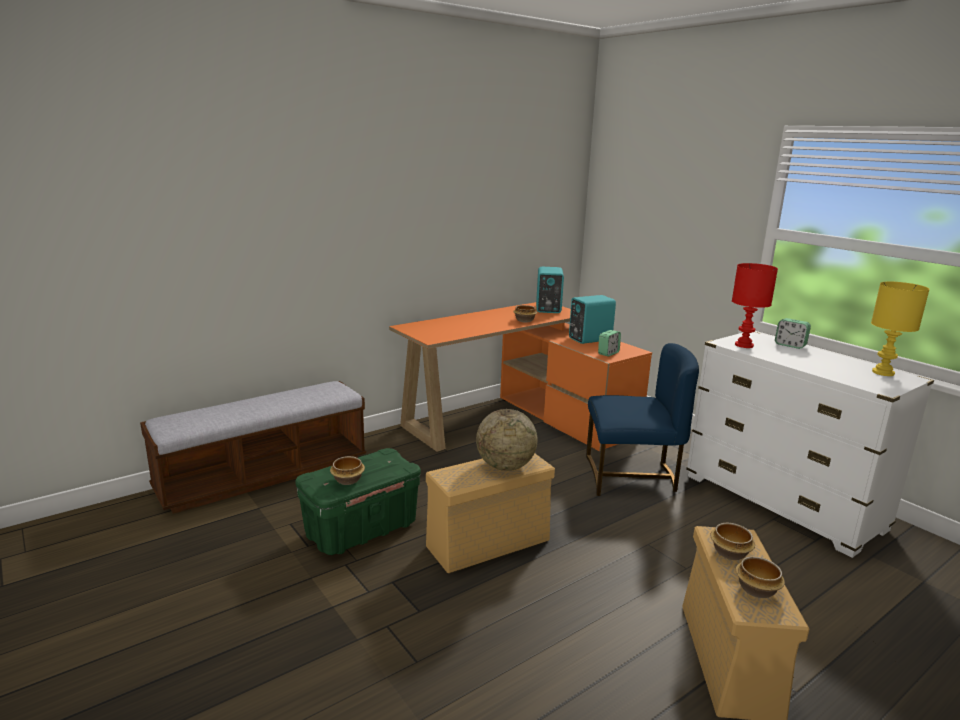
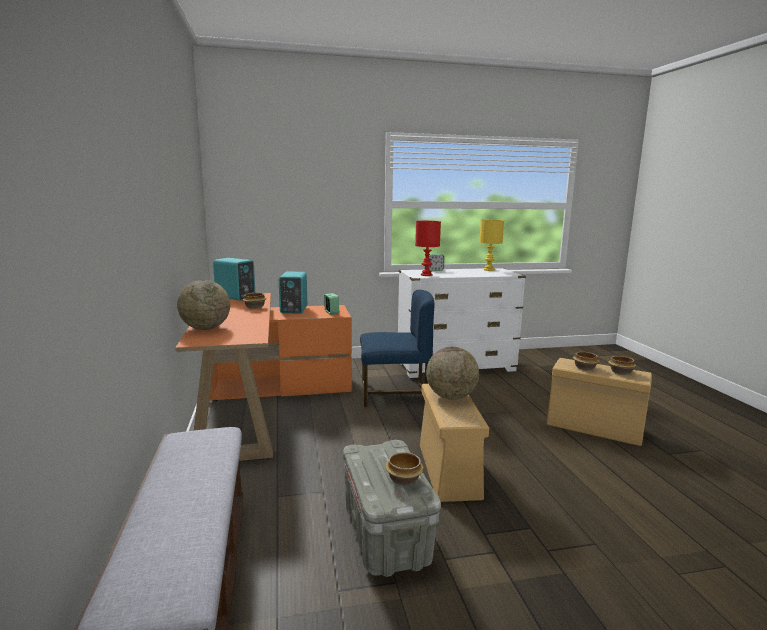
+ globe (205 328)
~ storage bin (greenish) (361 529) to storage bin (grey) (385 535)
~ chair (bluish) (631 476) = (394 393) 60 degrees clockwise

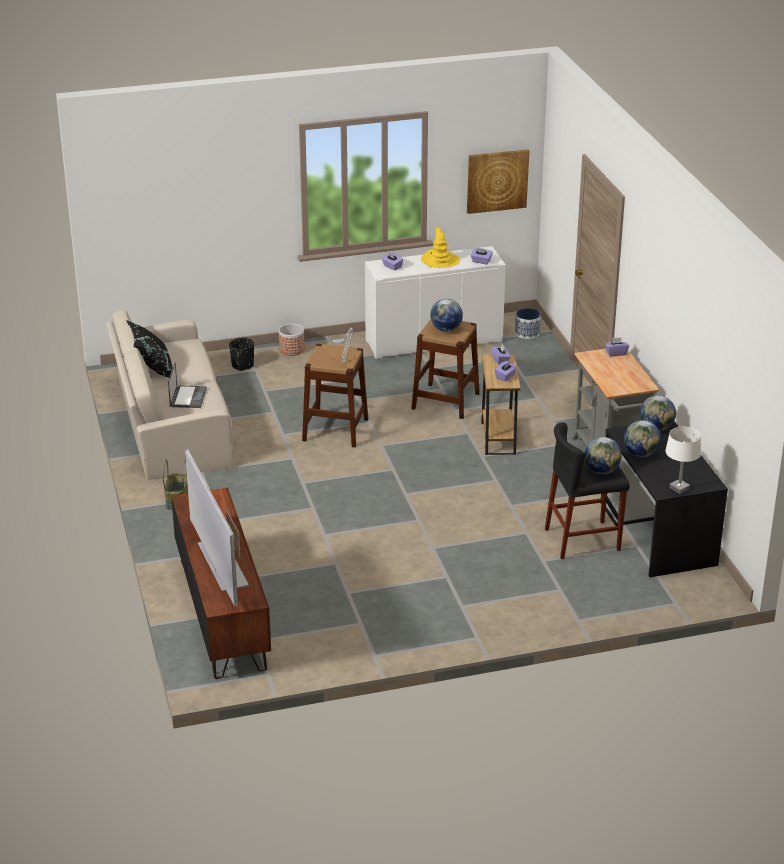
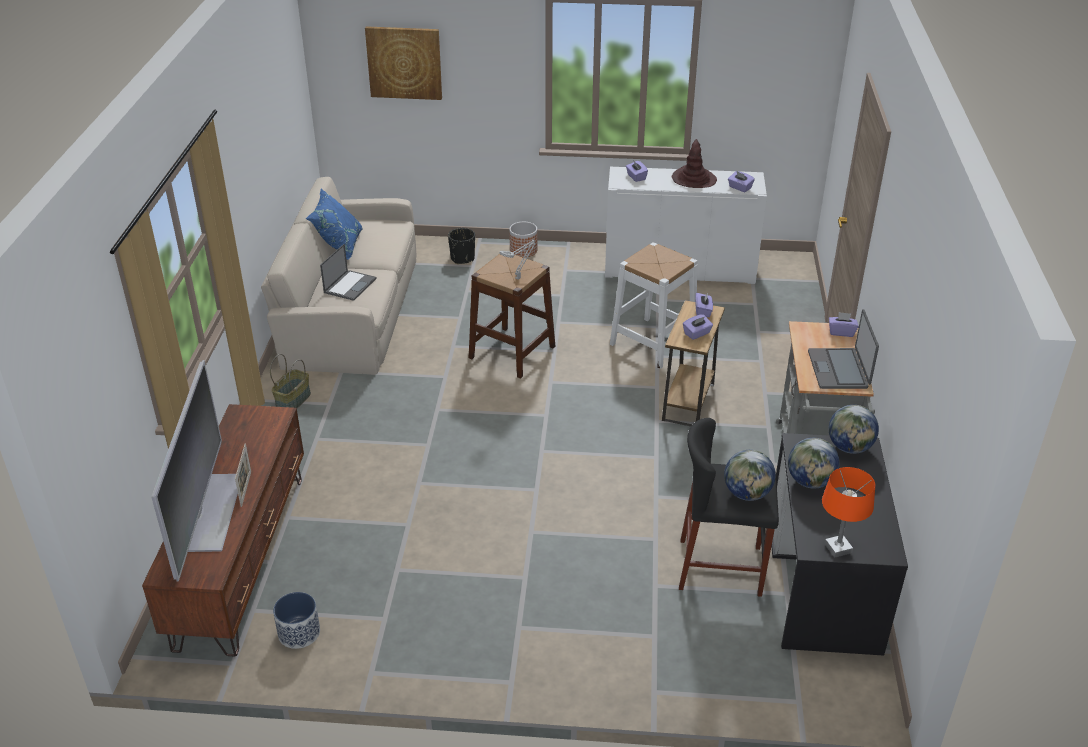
- globe (446 329)
+ notebook computer (839 369)
~ wall picture (497 180) to (404 62)
~ planter (527 333) to (298 633)
~ throw pillow (black-coloured) (151 368) to throw pillow (bluish) (338 245)
~ stool (brown) (445 401) to stool (whitish) (653 342)
~ wearable hat (yellow-coloured) (440 260) to wearable hat (brown) (693 179)
~ tabletop lamp (whitish) (679 488) to tabletop lamp (orange-coloured) (837 548)

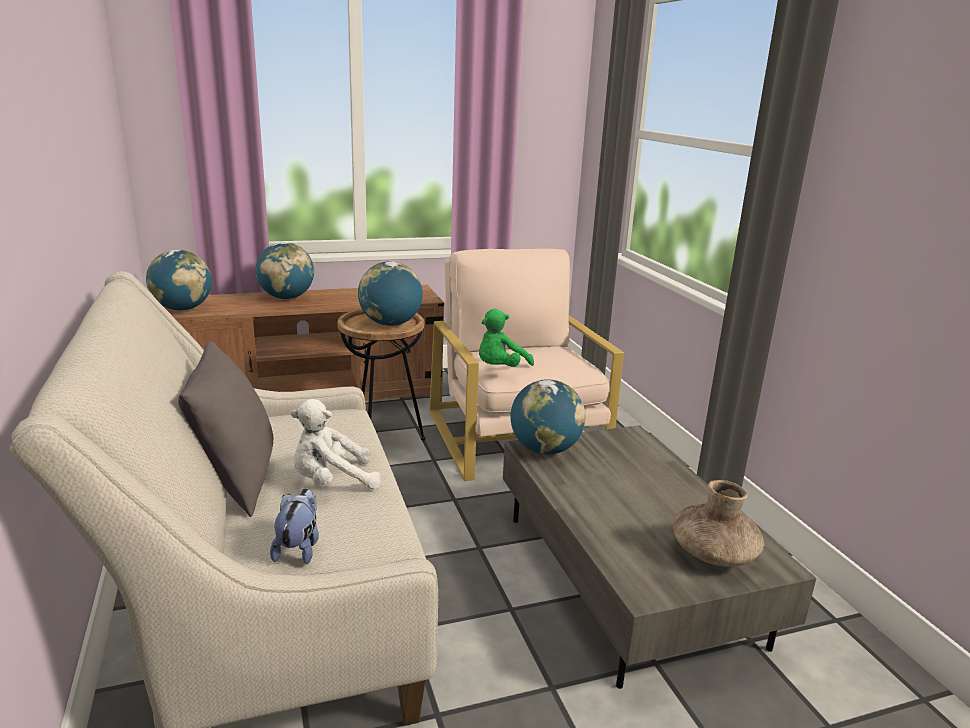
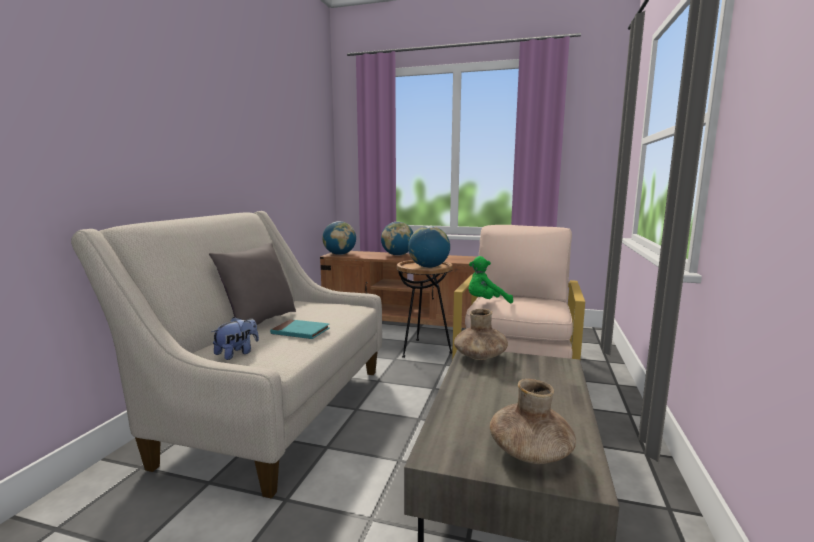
~ plush toy (whitish) (332 482) to book (turquoise-coloured) (300 332)
~ globe (544 449) to decorative vase (brown) (479 356)

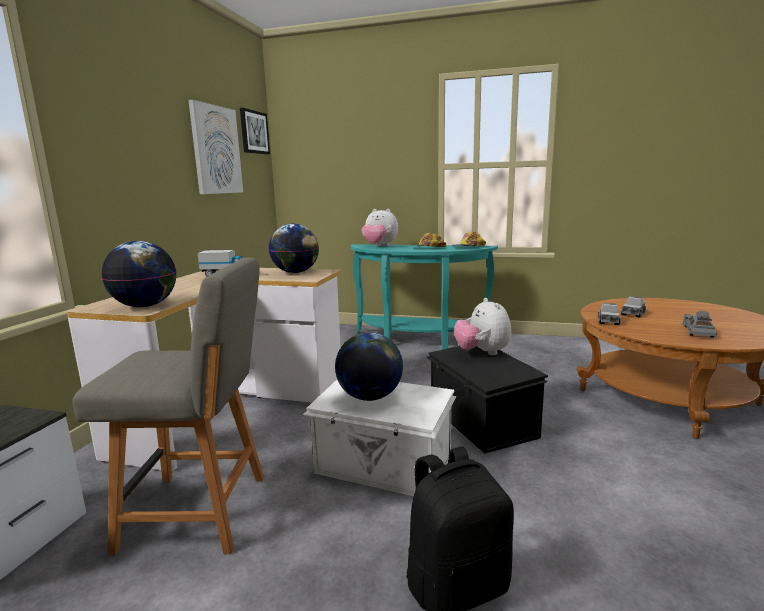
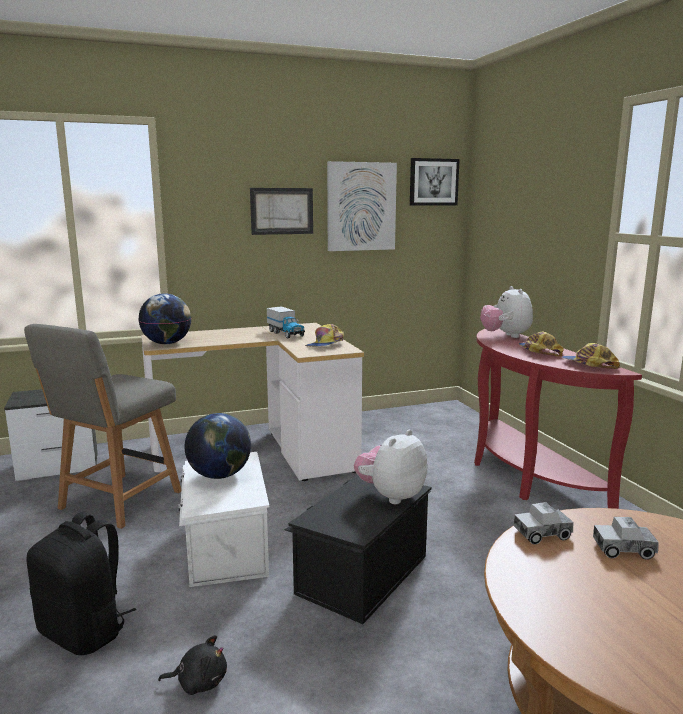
- miniature car (grey) (698 331)
+ plush toy (black-coloured) (199 682)
+ wall picture (282 211)
~ globe (295 272) to peaked cap (325 344)
~ console table (turquoise-coloured) (418 341) to console table (red-coloured) (523 476)
~ chair (grey) (200 512) = (117 502) 60 degrees clockwise

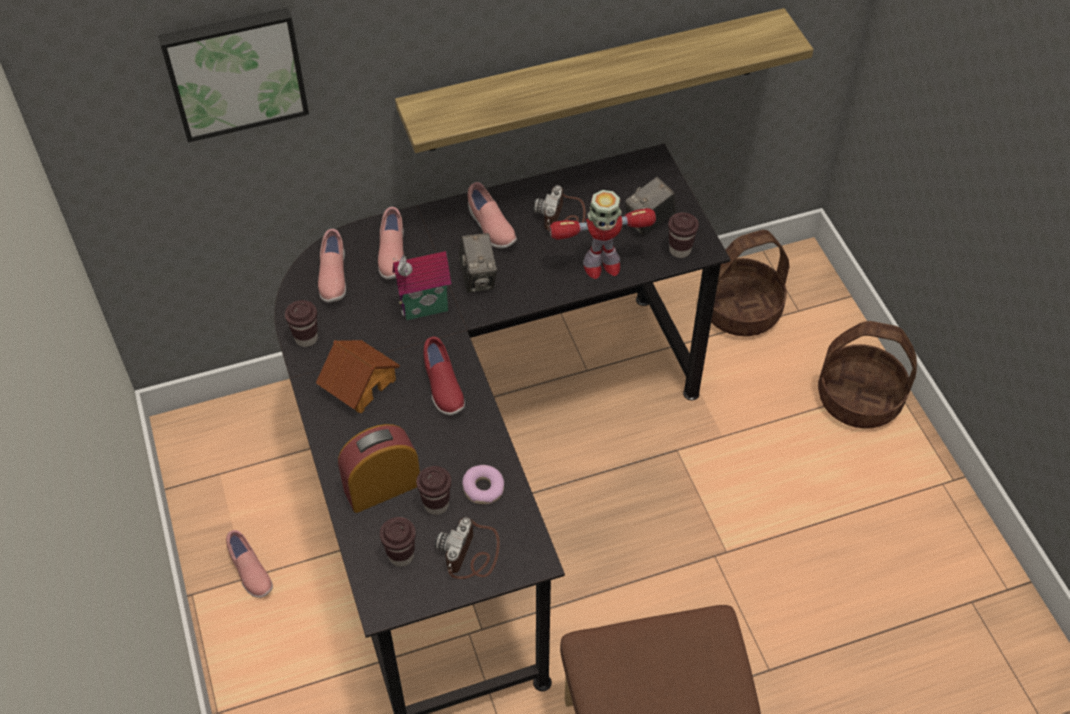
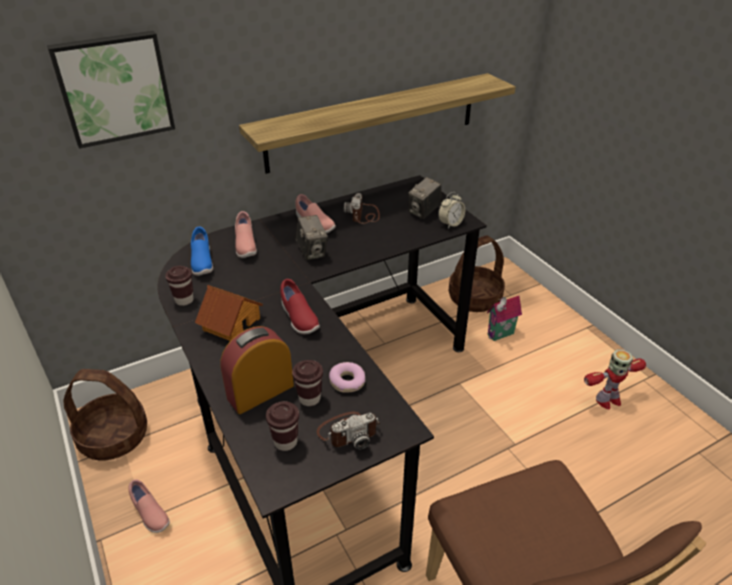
~ model house (425 311) to (501 335)
~ model robot (601 265) to (607 400)
~ household basket (859 398) to (114 436)
~ cup (brown) (680 250) to table clock (450 224)
~ item of footwear (pinkish) (333 278) to item of footwear (bluish) (202 263)
~ photo camera (471 554) = (348 432) 120 degrees counterclockwise

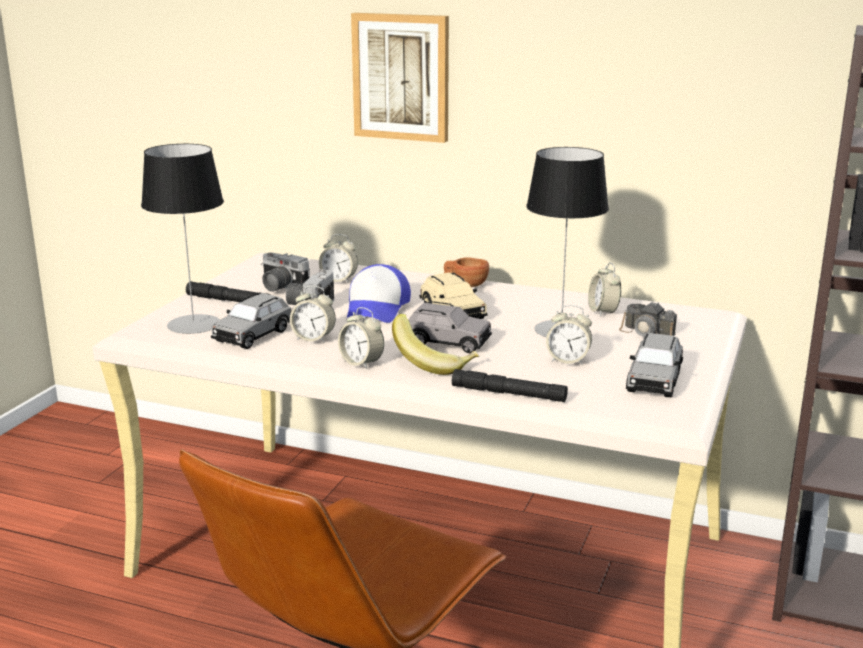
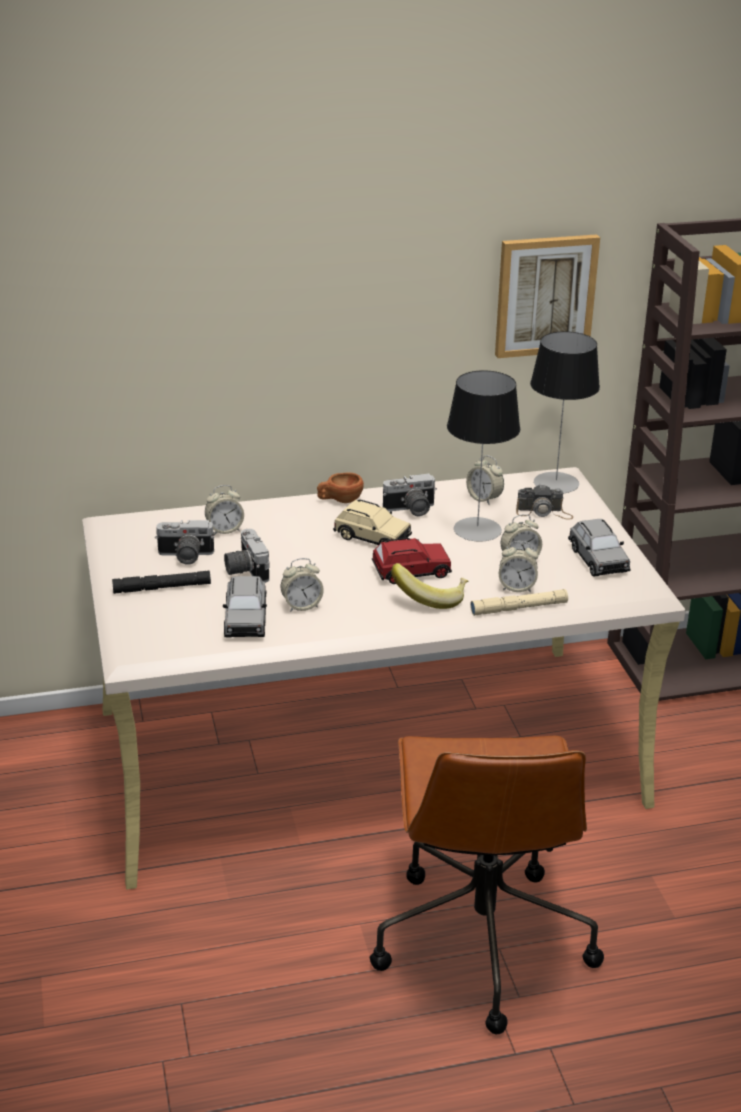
- peaked cap (377 309)
+ photo camera (410 510)
~ tabletop lamp (193 324) to (556 483)
~ table clock (361 363) to (517 587)
~ wall picture (401 77) to (545 295)
~ miniature car (grey) (447 342) to miniature car (red-coloured) (411 572)
~ torch (black-coloured) (508 393) to torch (beige) (519 608)

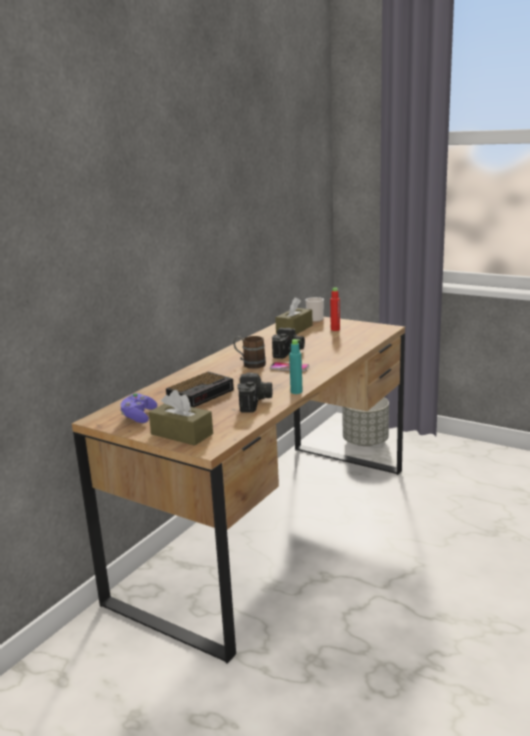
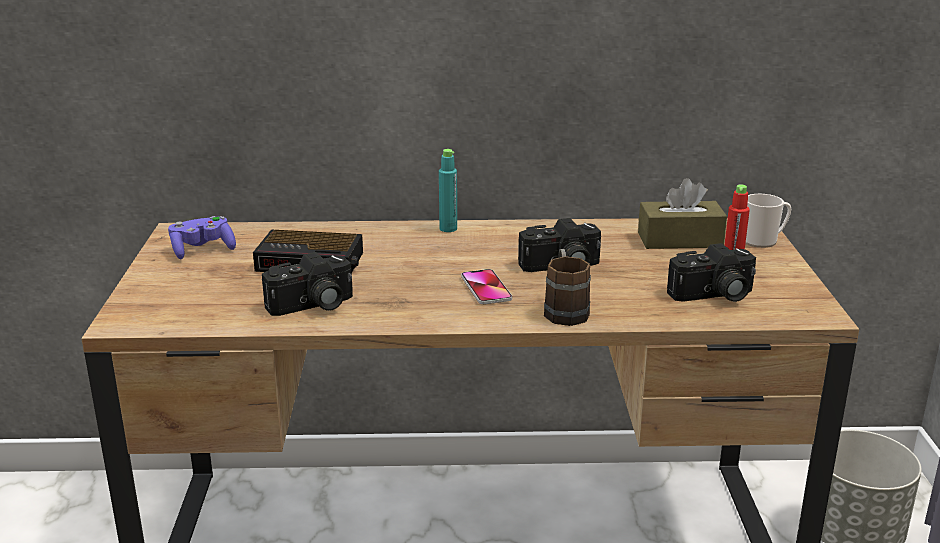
- box of tissues (brown) (182 434)
+ photo camera (713 296)
~ mug (brown) (249 364) to (564 310)
~ drink bottle (turquoise-coloured) (296 392) to (448 229)

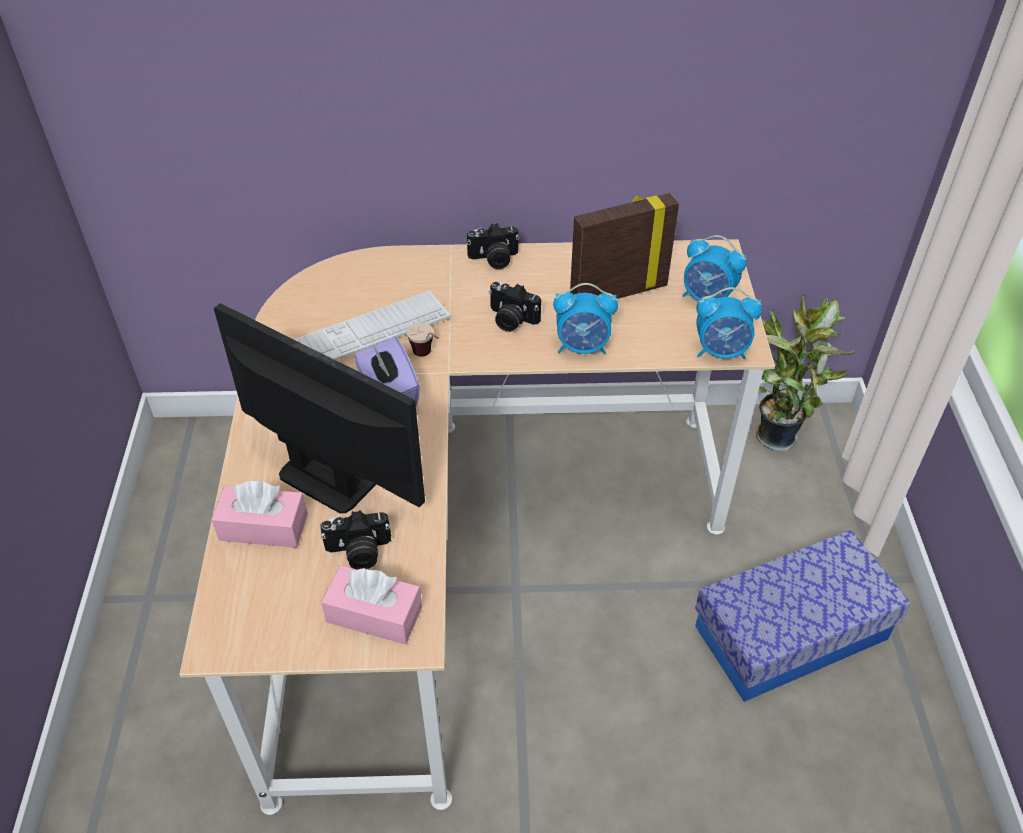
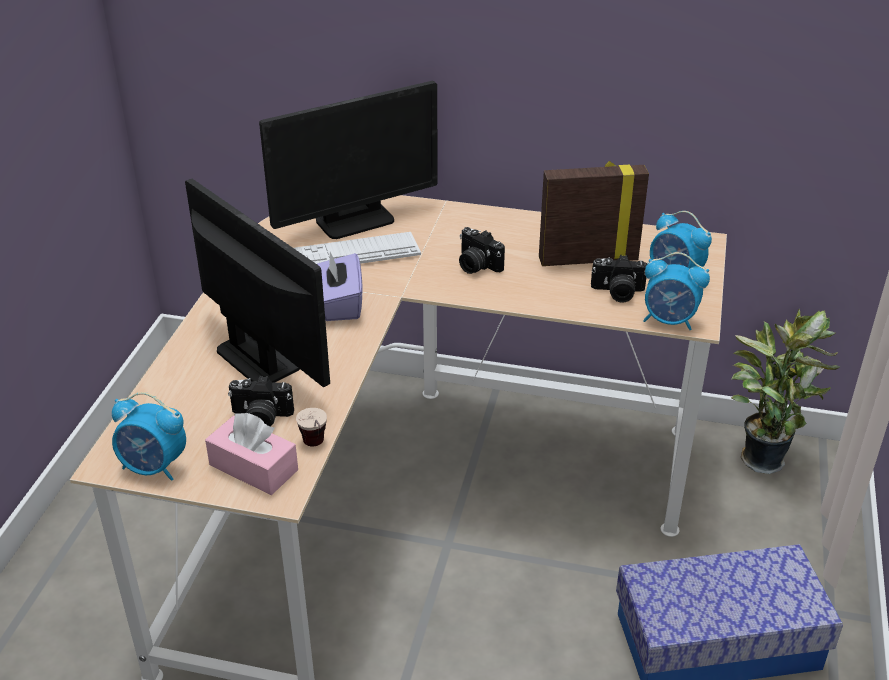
- box of tissues (pinkish) (263 527)
+ computer display (355 220)
~ cup (427 357) to (316 448)
~ photo camera (494 259) to (617 292)
~ table clock (582 347) to (154 467)

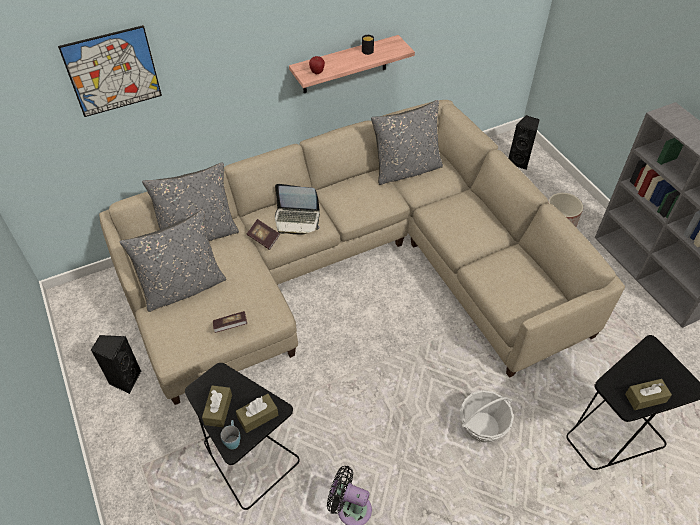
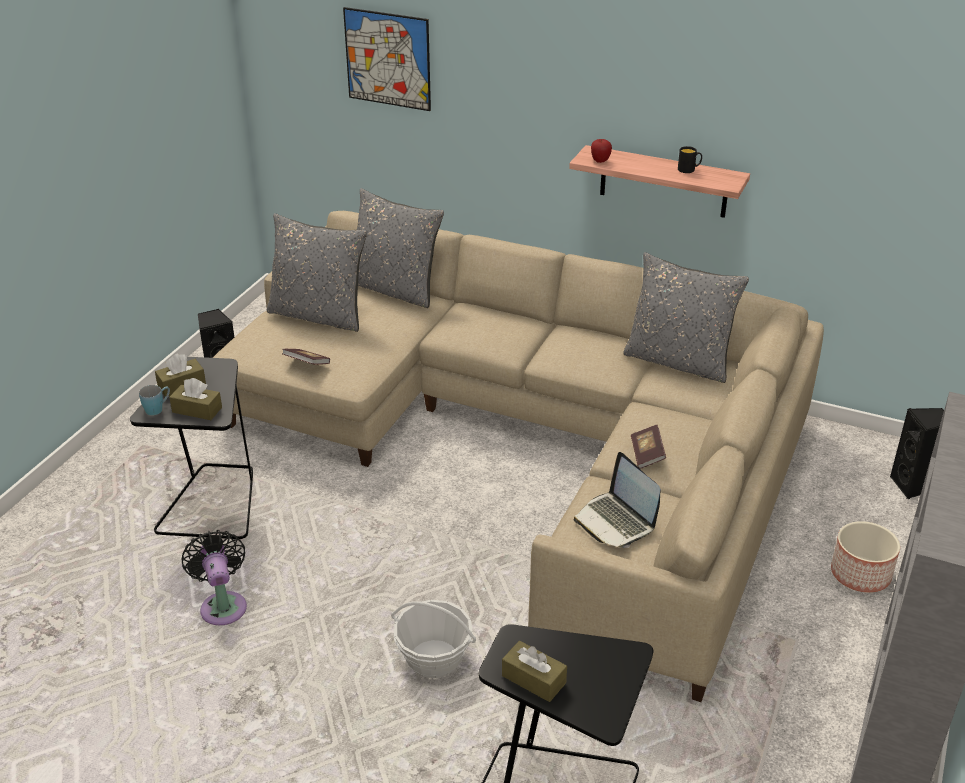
~ book (264 238) to (647 454)
~ notebook computer (297 219) to (616 521)

